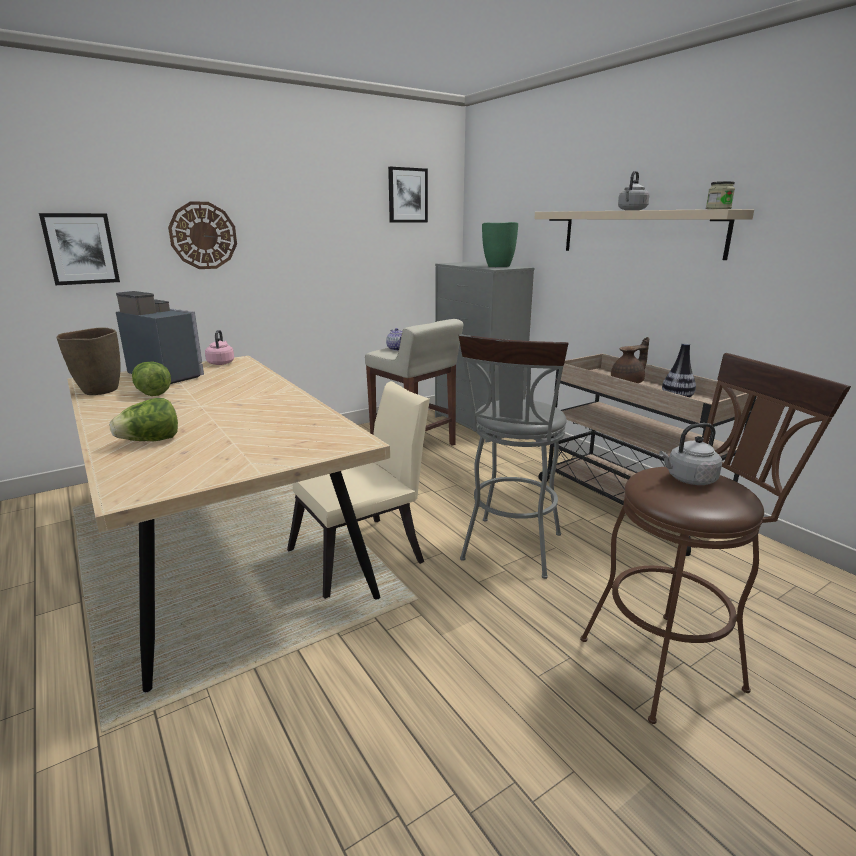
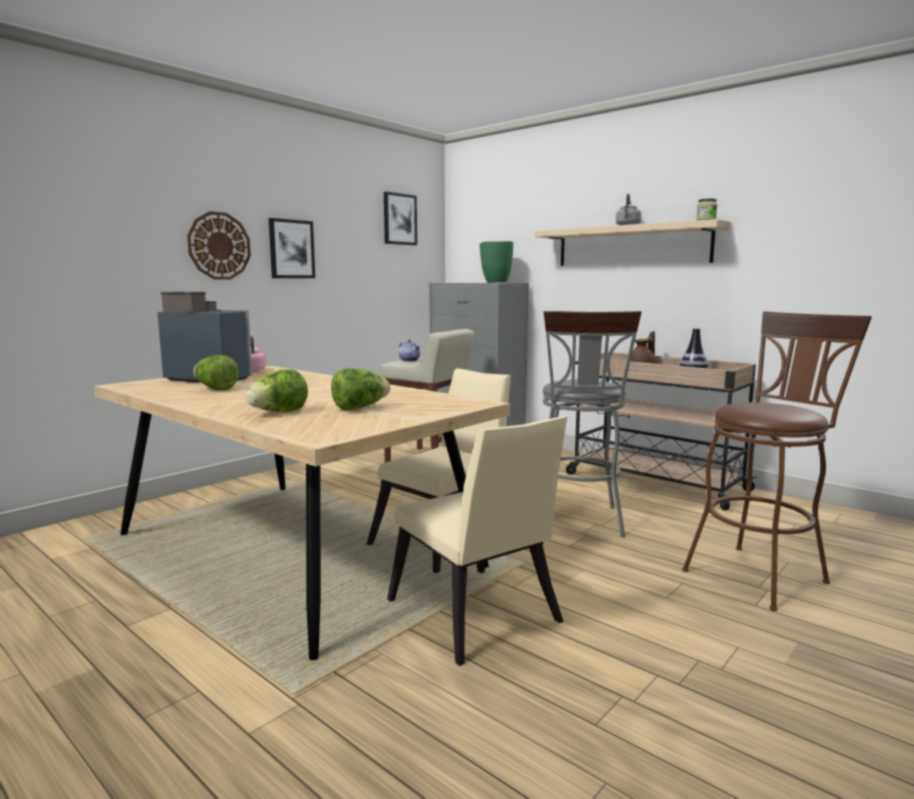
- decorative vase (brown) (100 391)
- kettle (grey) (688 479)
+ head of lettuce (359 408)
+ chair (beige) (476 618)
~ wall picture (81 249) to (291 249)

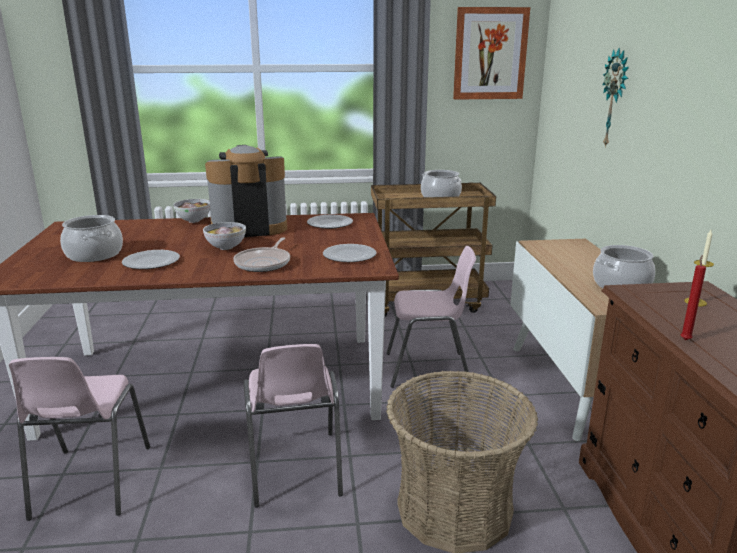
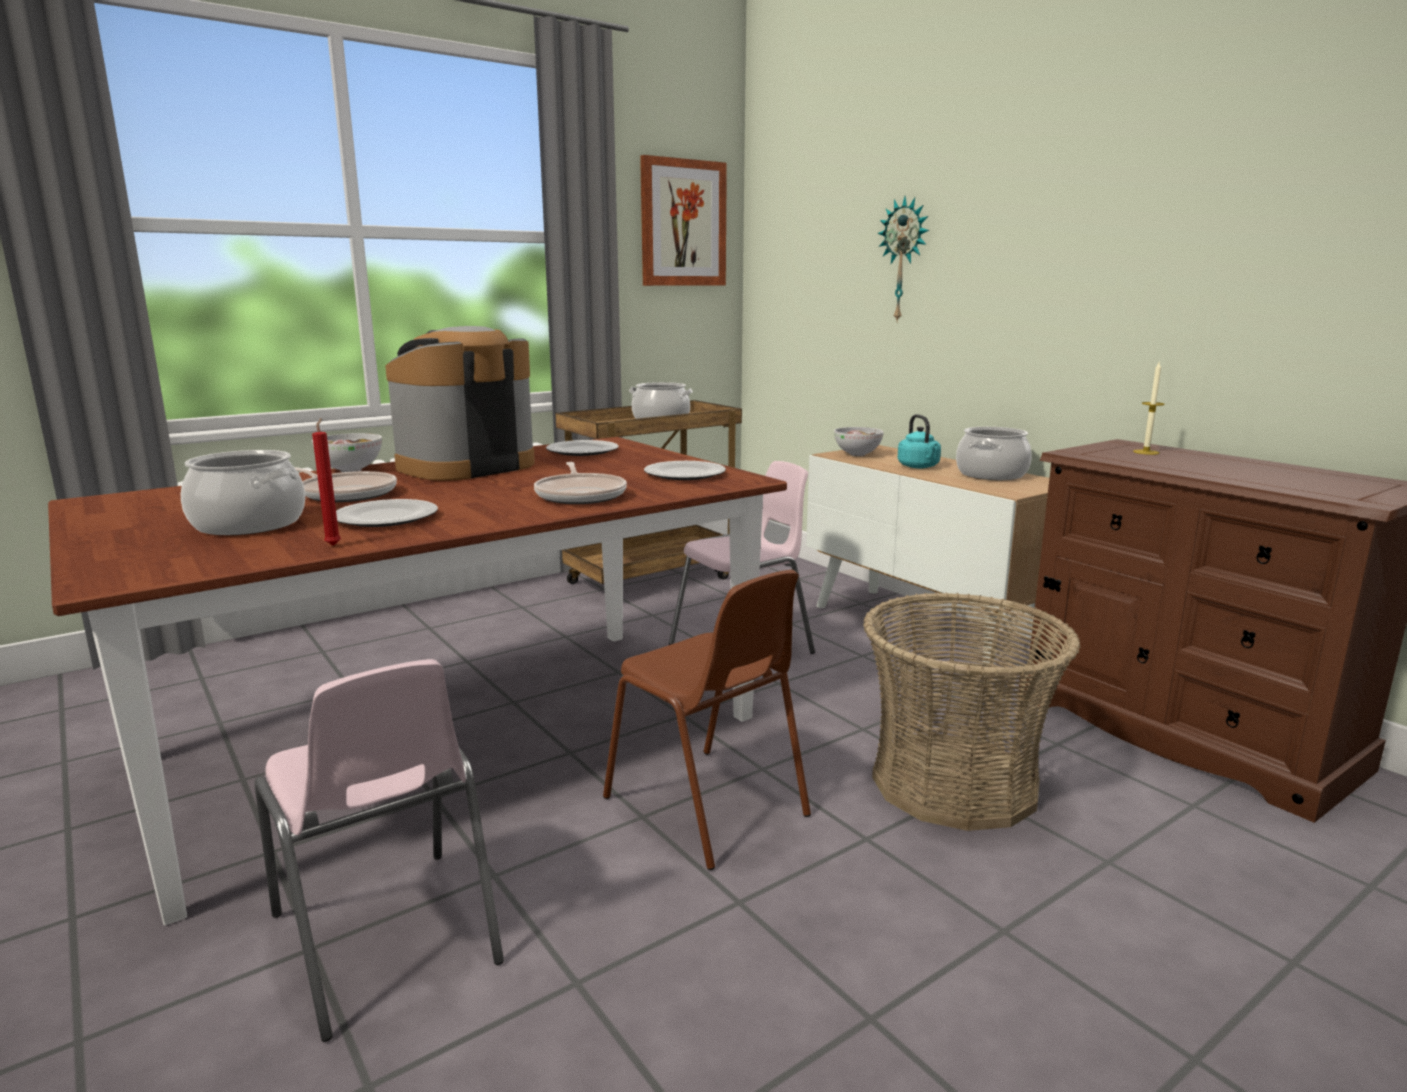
+ skillet (346 493)
+ kettle (turquoise-coloured) (919 467)
~ deep dish (226 248) to (858 454)
~ wax candle (red-coloured) (685 339) to (334 545)
~ chair (pinkish) (294 469) to chair (brown) (707 807)

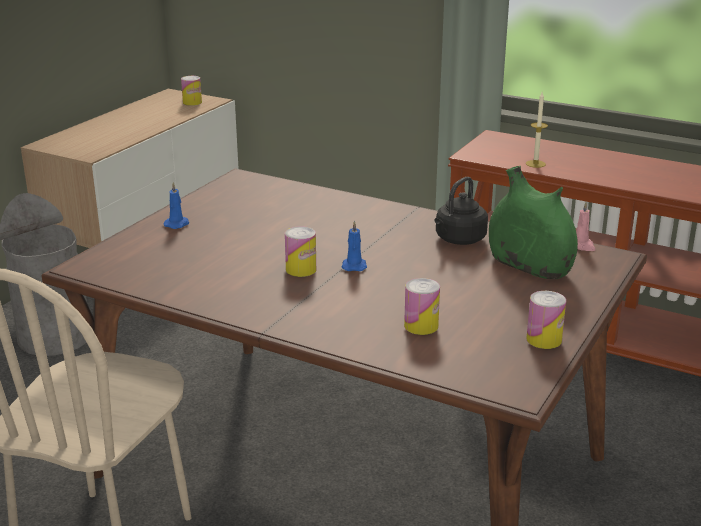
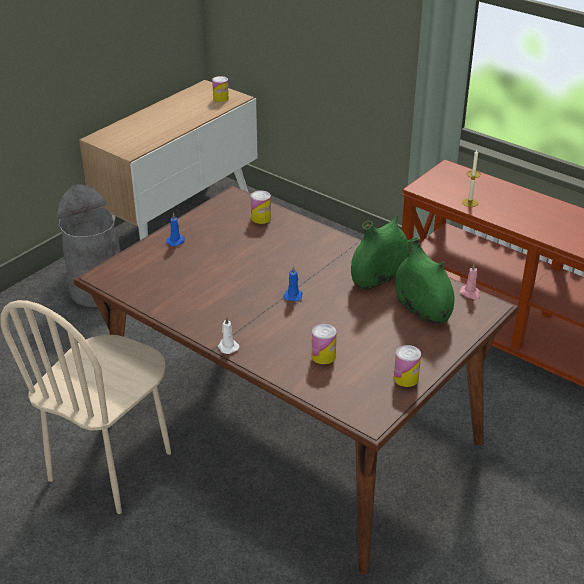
+ wax candle (whitish) (227 347)
~ metal can (301 269) to (261 218)
~ kettle (black-coloured) (458 240) to decorative vase (greenish) (379 278)

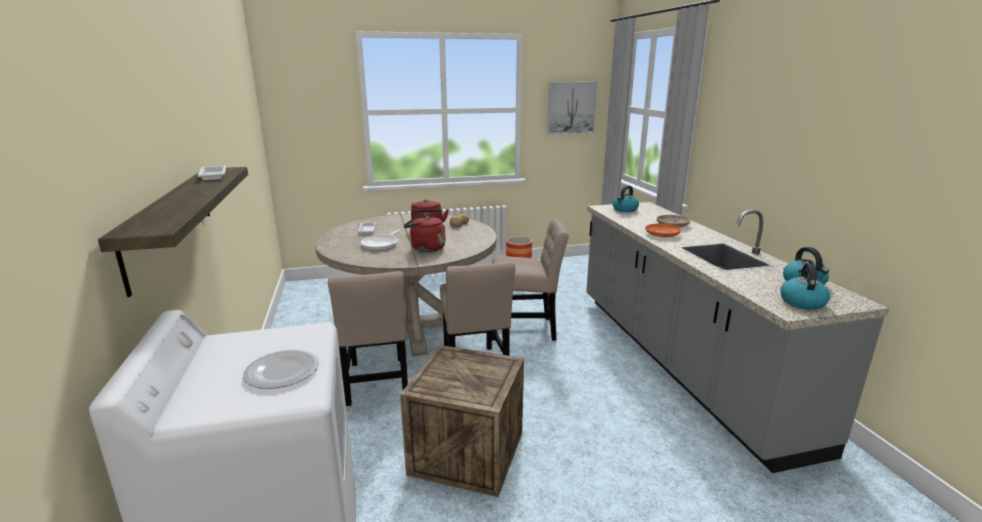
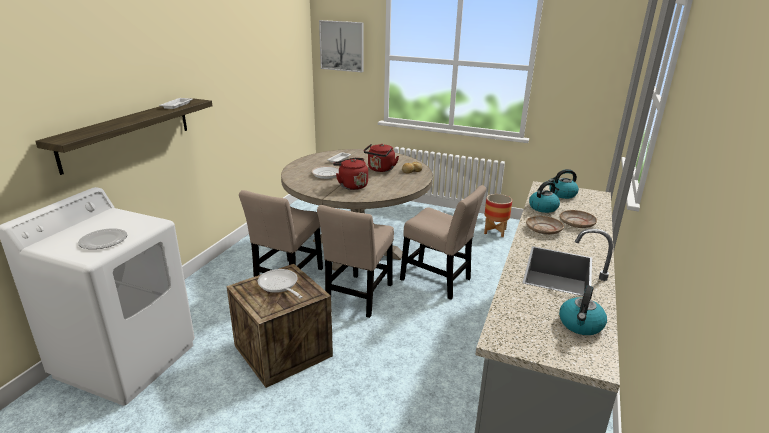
+ skillet (279 285)
~ wall picture (571 108) to (342 46)
~ kettle (802 302) to (543 207)
~ plate (orange-coloured) (662 234) to plate (beige) (543 230)

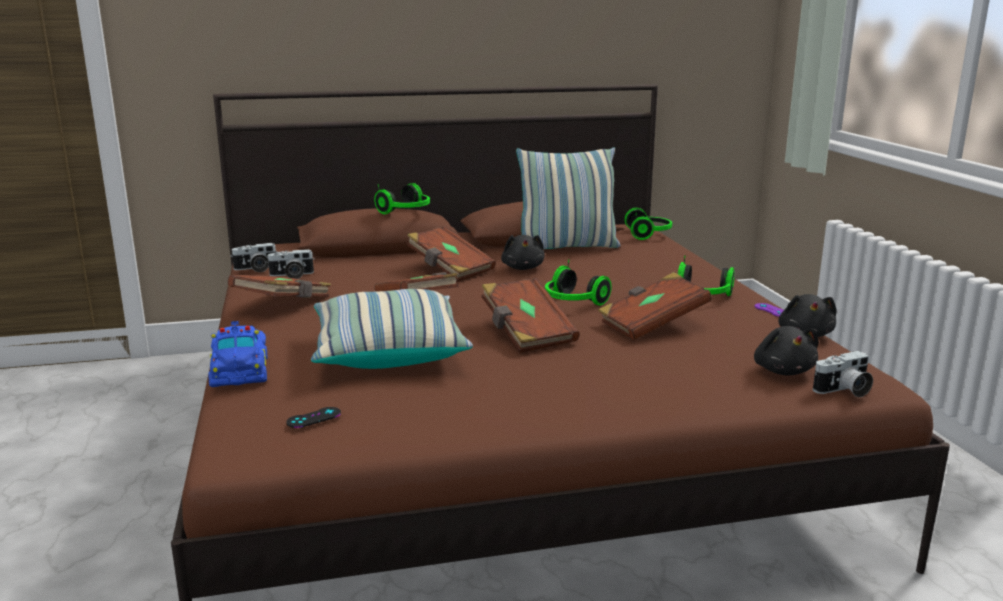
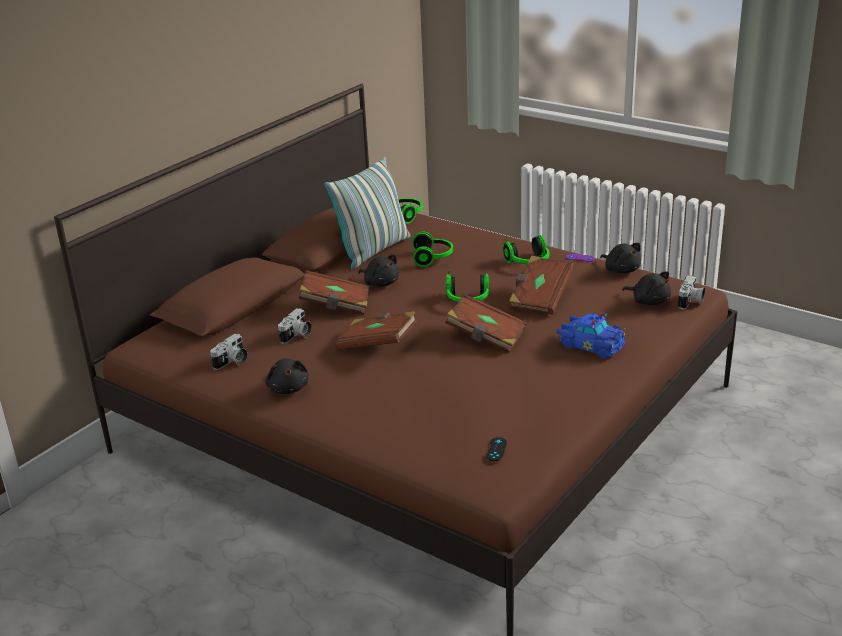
- throw pillow (388 352)
~ miniature car (bluish) (241 370) to (590 344)
~ photo camera (256 269) to (297 335)
~ headset (407 212) to (433 258)
~ book (brown) (284 304) to plush toy (black-coloured) (288 388)

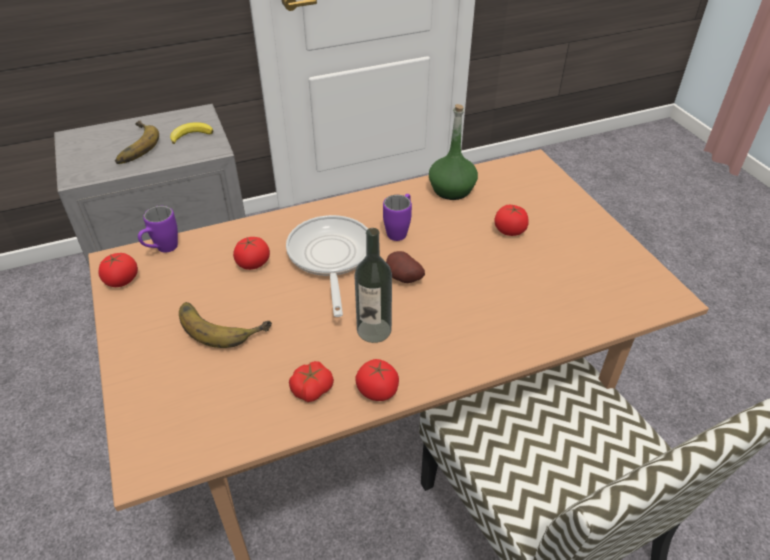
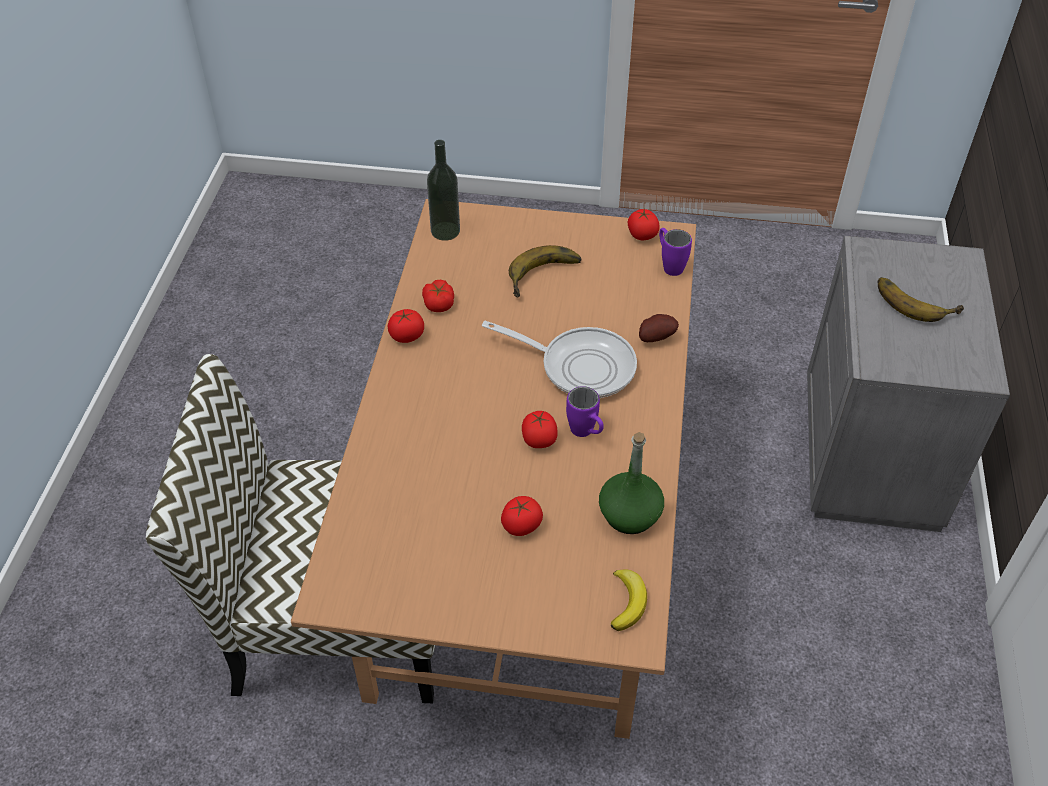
~ banana (191 135) to (627 602)
~ whole tomato (253 263) to (539 440)
~ drink bottle (374 330) to (445 231)
~ whole potato (402 279) to (655 337)

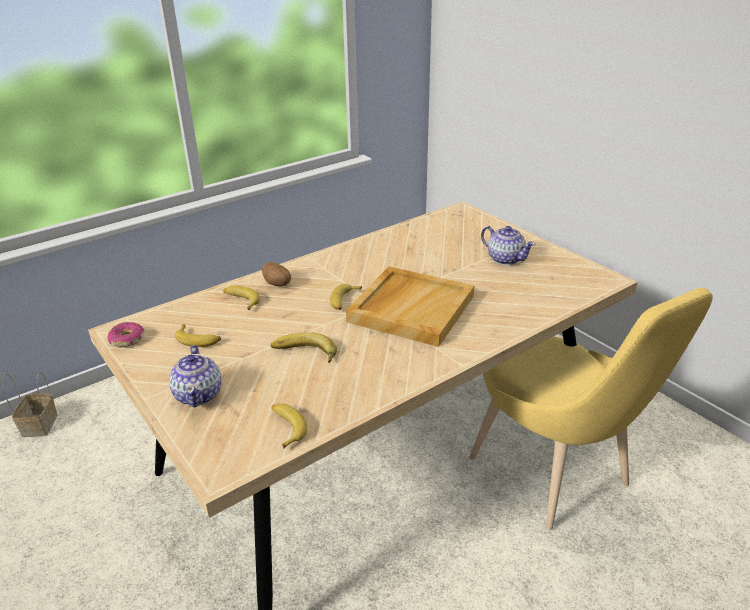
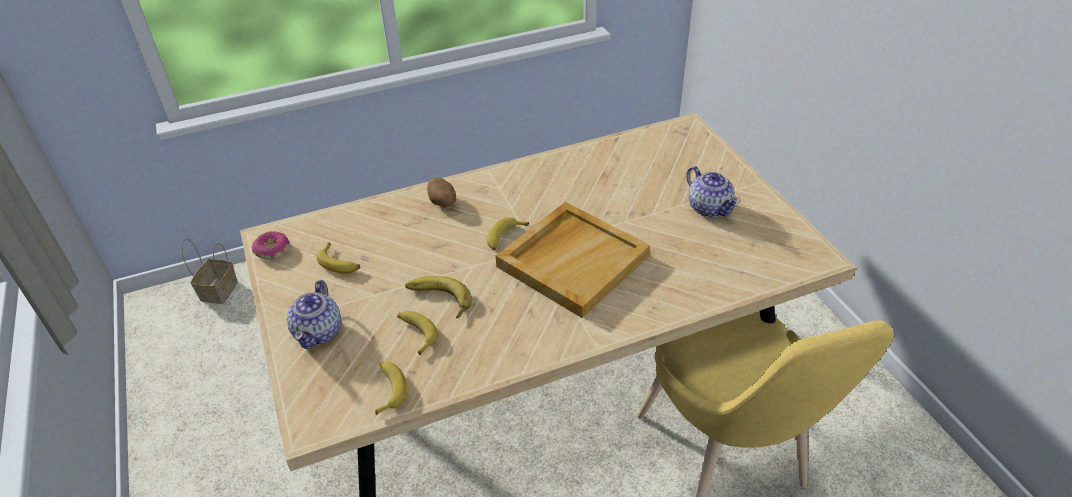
~ banana (241 300) to (416 333)

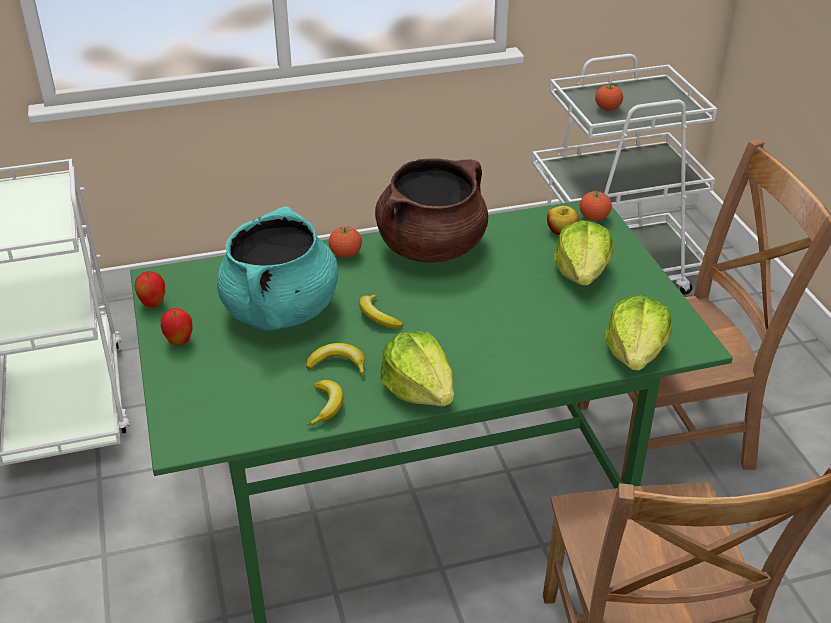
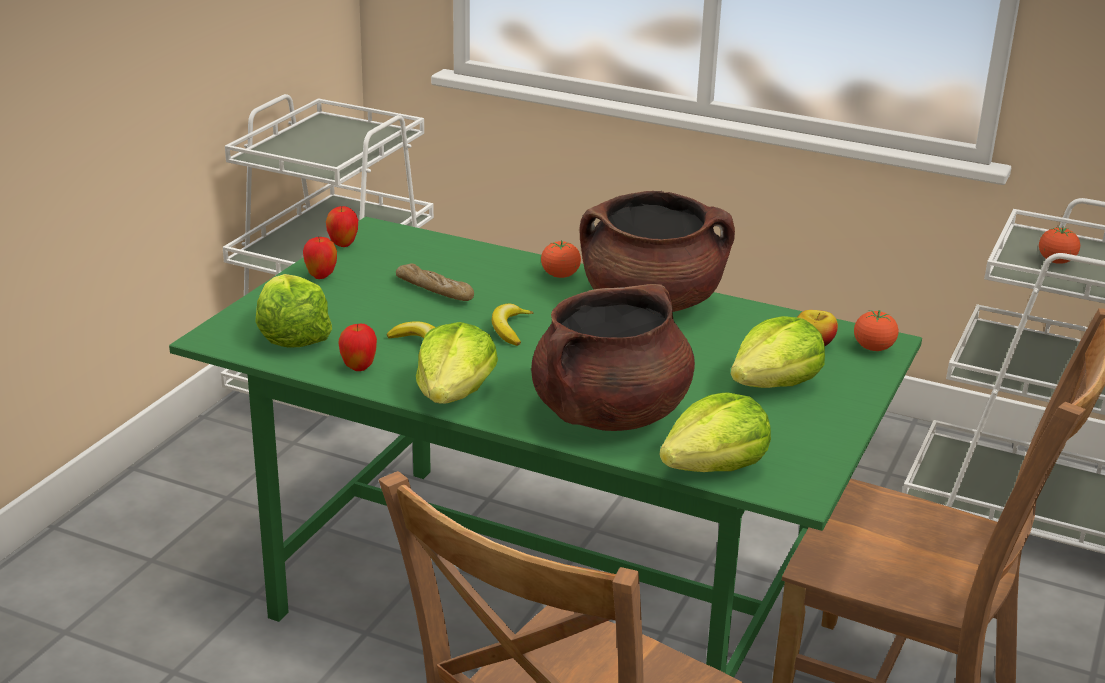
+ head of lettuce (292 336)
+ saucepot (brown) (609 414)
~ saucepot (turquoise-coloured) (281 311) to bread (434 291)
~ banana (326 406) to apple fruit (359 368)

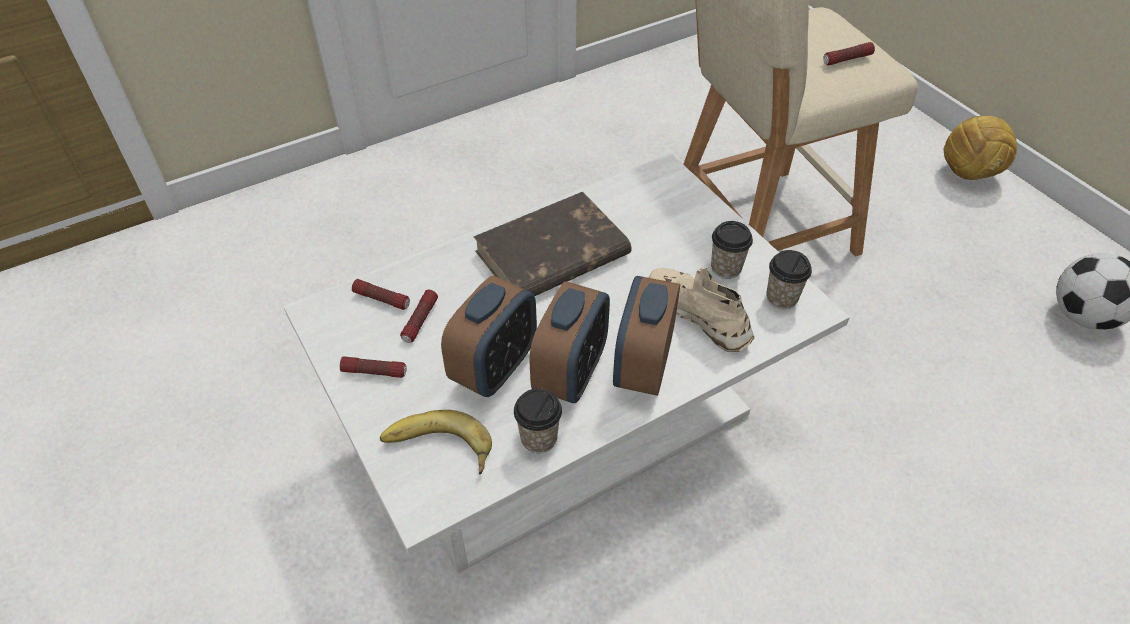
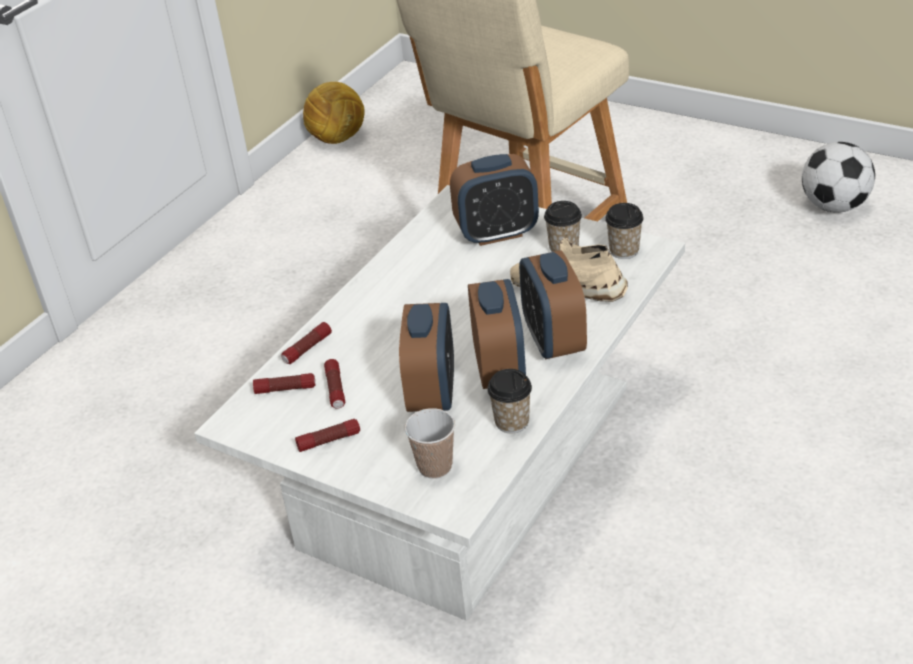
- book (brown) (551 254)
+ table clock (497 233)
~ torch (847 60) to (307 349)
~ football ball (969 173) to (338 139)
~ banana (437 450) to cup (435 467)

